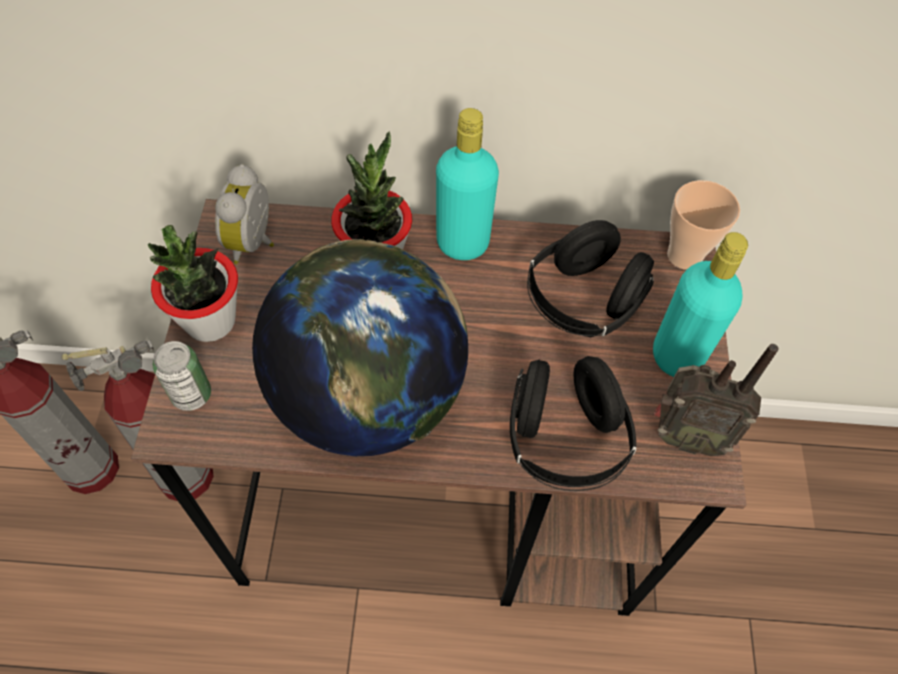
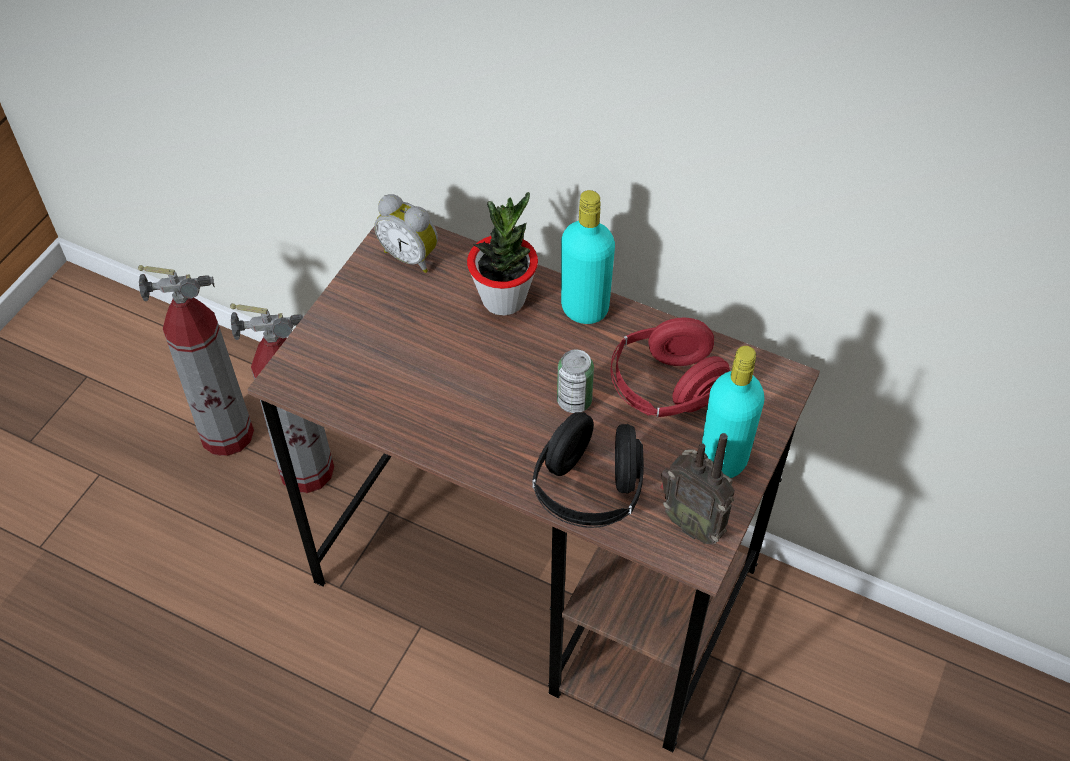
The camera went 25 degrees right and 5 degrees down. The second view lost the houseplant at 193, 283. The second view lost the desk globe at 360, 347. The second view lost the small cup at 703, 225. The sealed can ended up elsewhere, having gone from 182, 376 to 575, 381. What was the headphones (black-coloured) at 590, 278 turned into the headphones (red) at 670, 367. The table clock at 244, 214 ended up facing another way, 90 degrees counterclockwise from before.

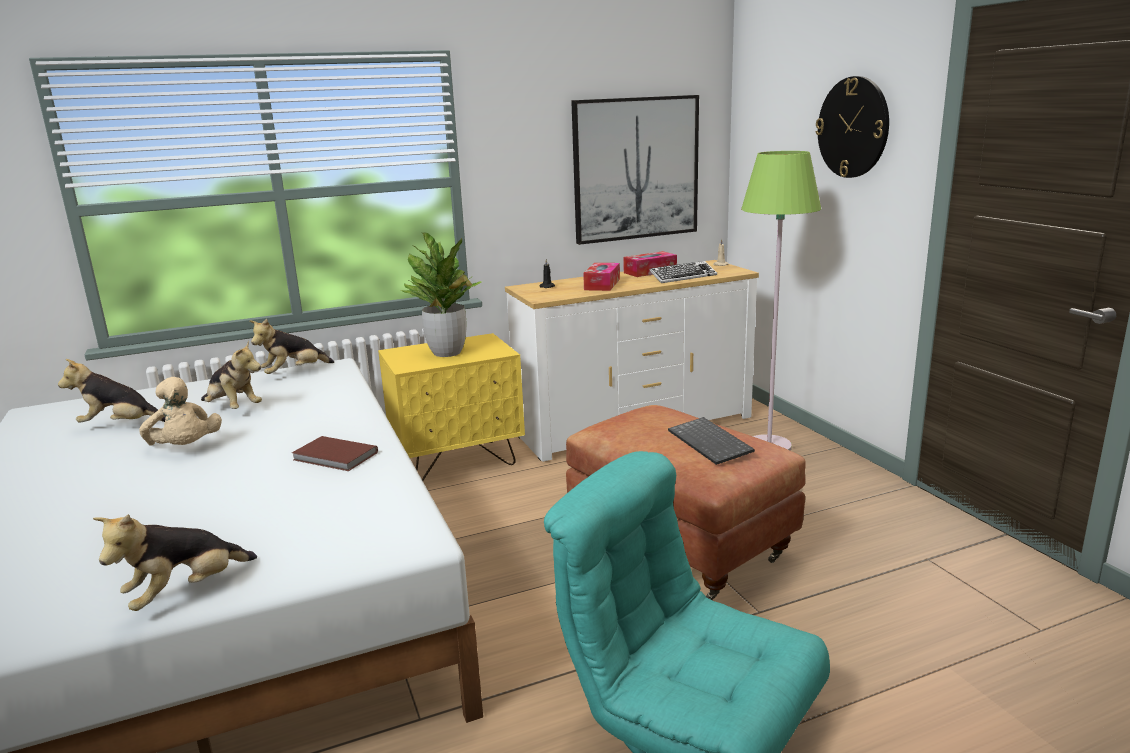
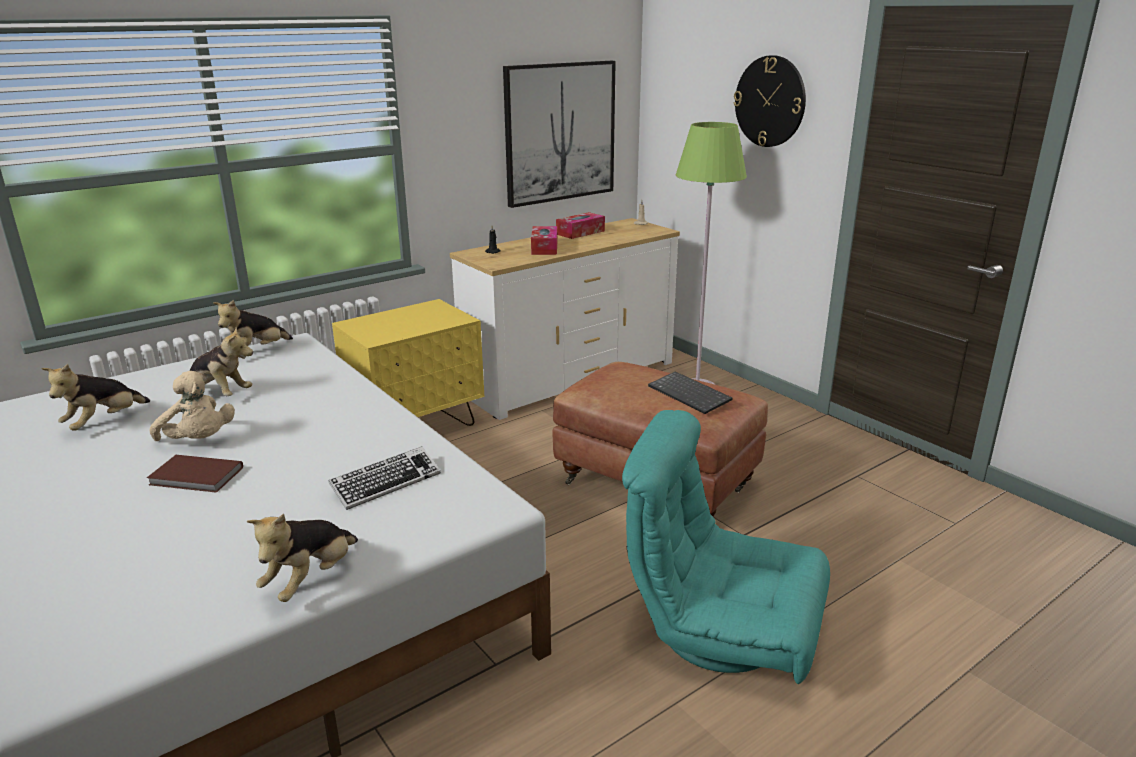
The camera went 15 degrees left and 5 degrees up. The second view lost the houseplant at 441, 295. The bound book (brown) ended up elsewhere, having gone from 335, 453 to 195, 474. The keyboard ended up elsewhere, having gone from 683, 272 to 384, 478. The soft toy at 111, 391 ended up facing another way, 45 degrees counterclockwise from before.

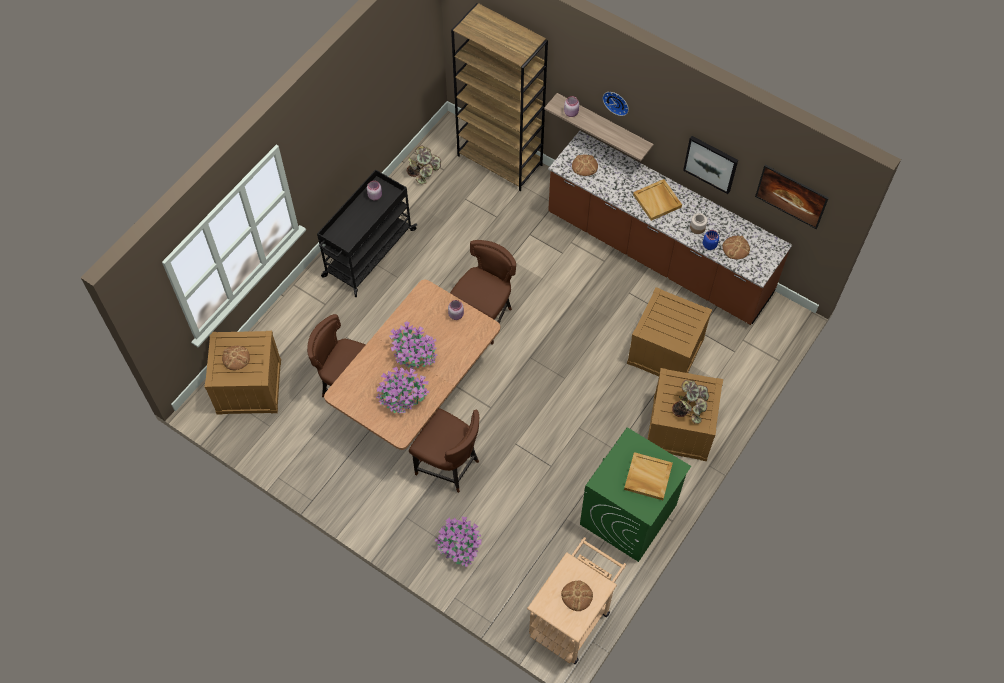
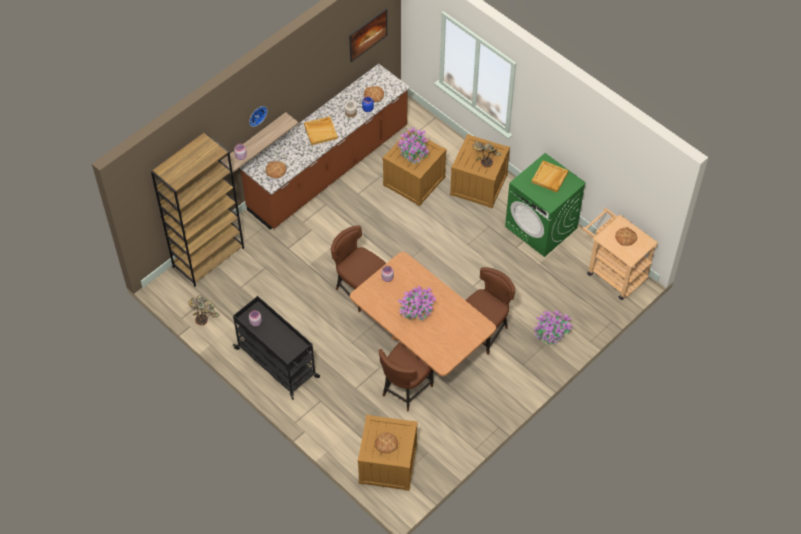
The camera went 80 degrees left and 5 degrees down. The second view lost the wall picture at 710, 165. The houseplant ended up elsewhere, having gone from 402, 390 to 414, 145.

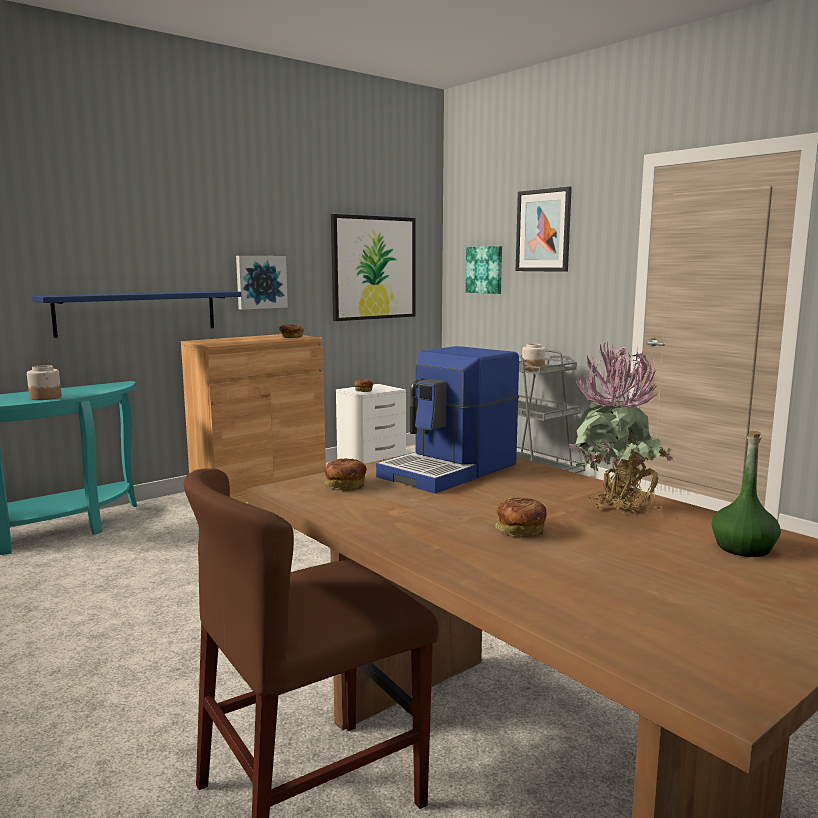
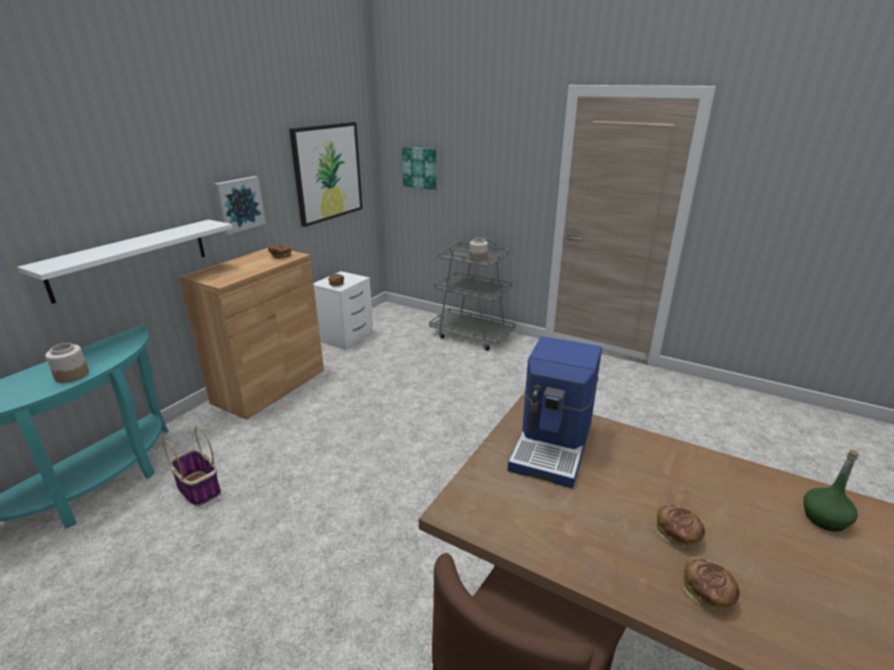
The camera went 20 degrees left and 15 degrees up. The second view lost the wall picture at 544, 229. The second view lost the houseplant at 620, 427. The second view gained the household basket at 192, 466. The bakery bread ended up elsewhere, having gone from 345, 474 to 712, 583. What was the shelf (bluish) at 136, 314 turned into the shelf (whitish) at 125, 262.

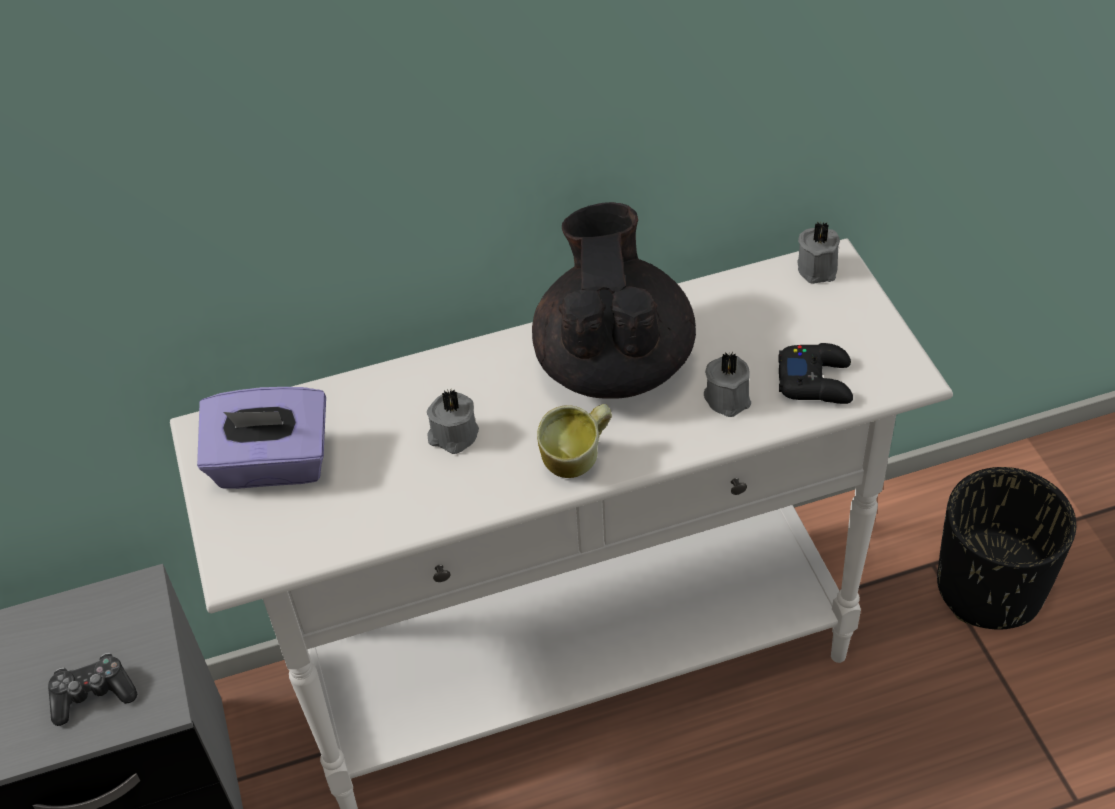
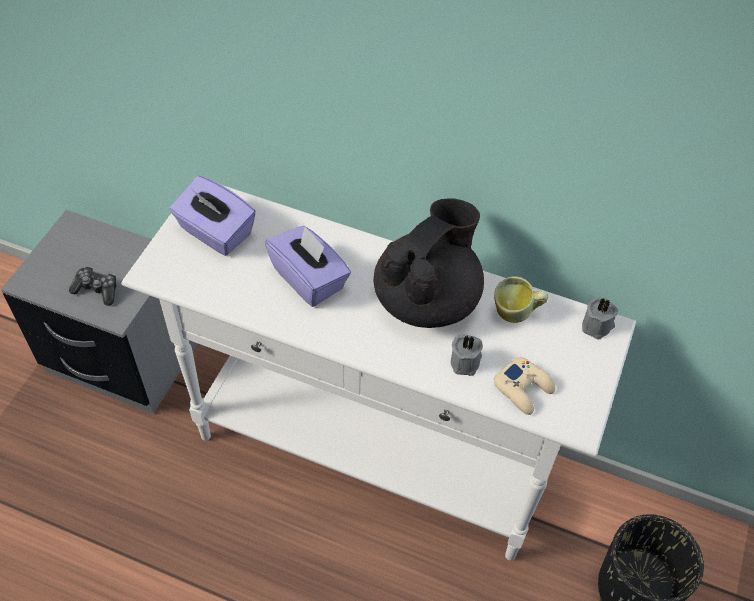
The camera went 35 degrees right and 5 degrees up. The tea mug ended up elsewhere, having gone from 574, 441 to 521, 299. Where the wax candle (greyish) stood at 453, 421, the tissue box (purple-coloured) came to stand at 308, 266. What was the game controller (black-coloured) at 816, 373 turned into the game controller (beige) at 525, 385.

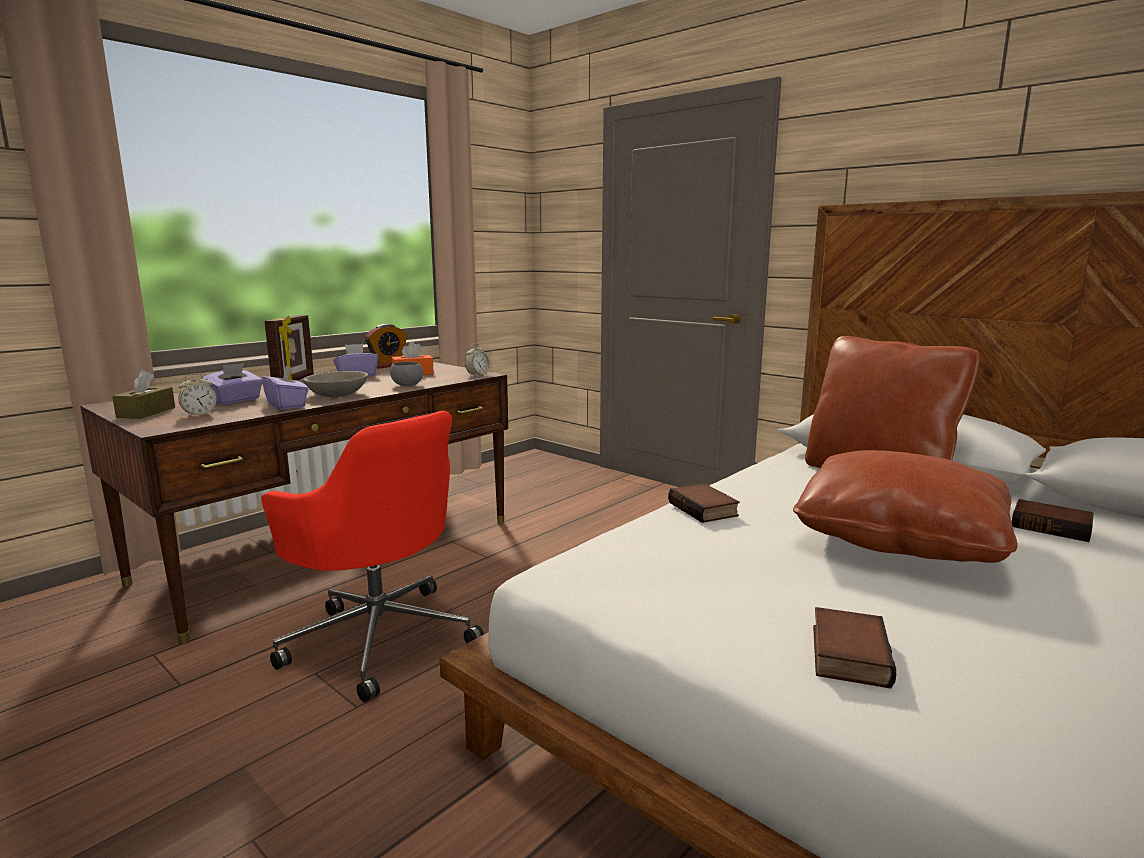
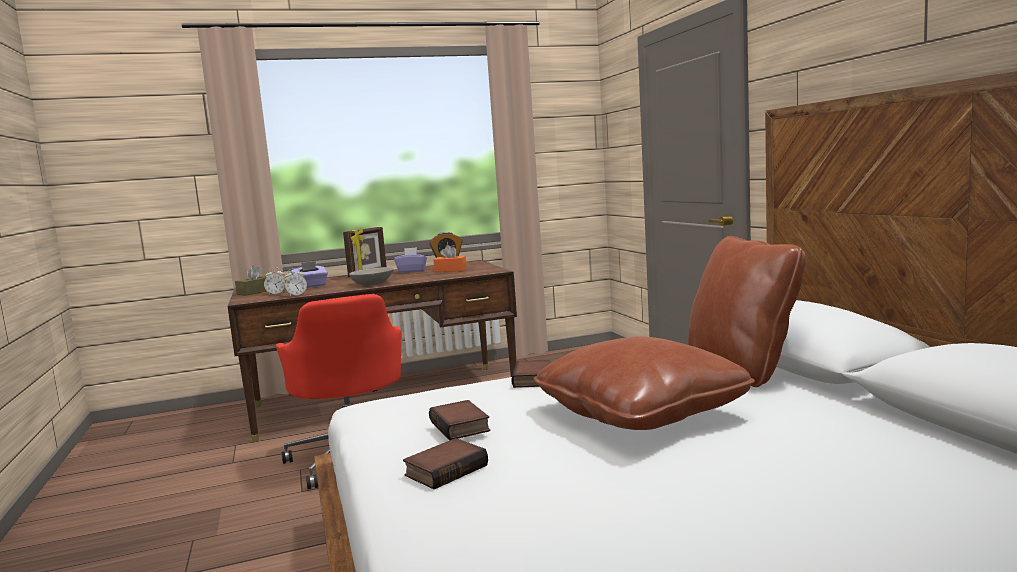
The camera went 30 degrees right and 5 degrees down. The second view lost the tissue box (purple-coloured) at 285, 387. The second view lost the serving bowl (greyish) at 406, 373. The table clock ended up elsewhere, having gone from 477, 359 to 295, 282. The bound book ended up elsewhere, having gone from 1052, 520 to 459, 420.

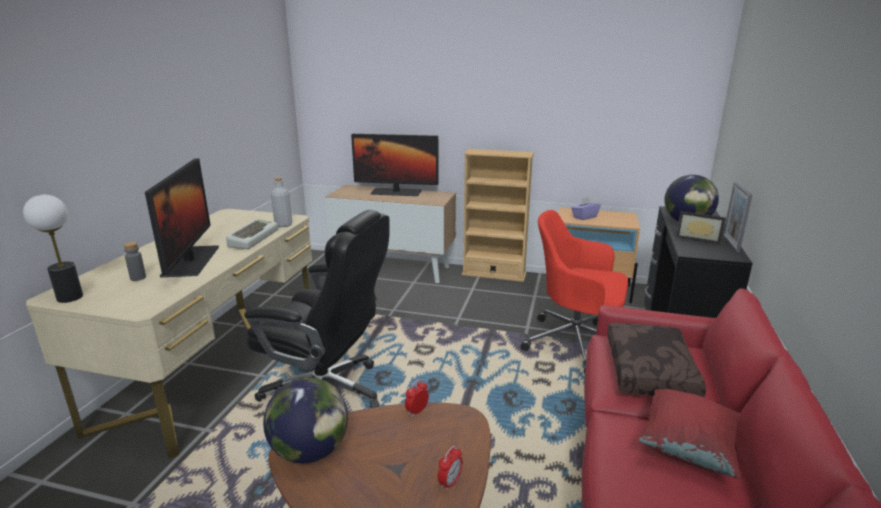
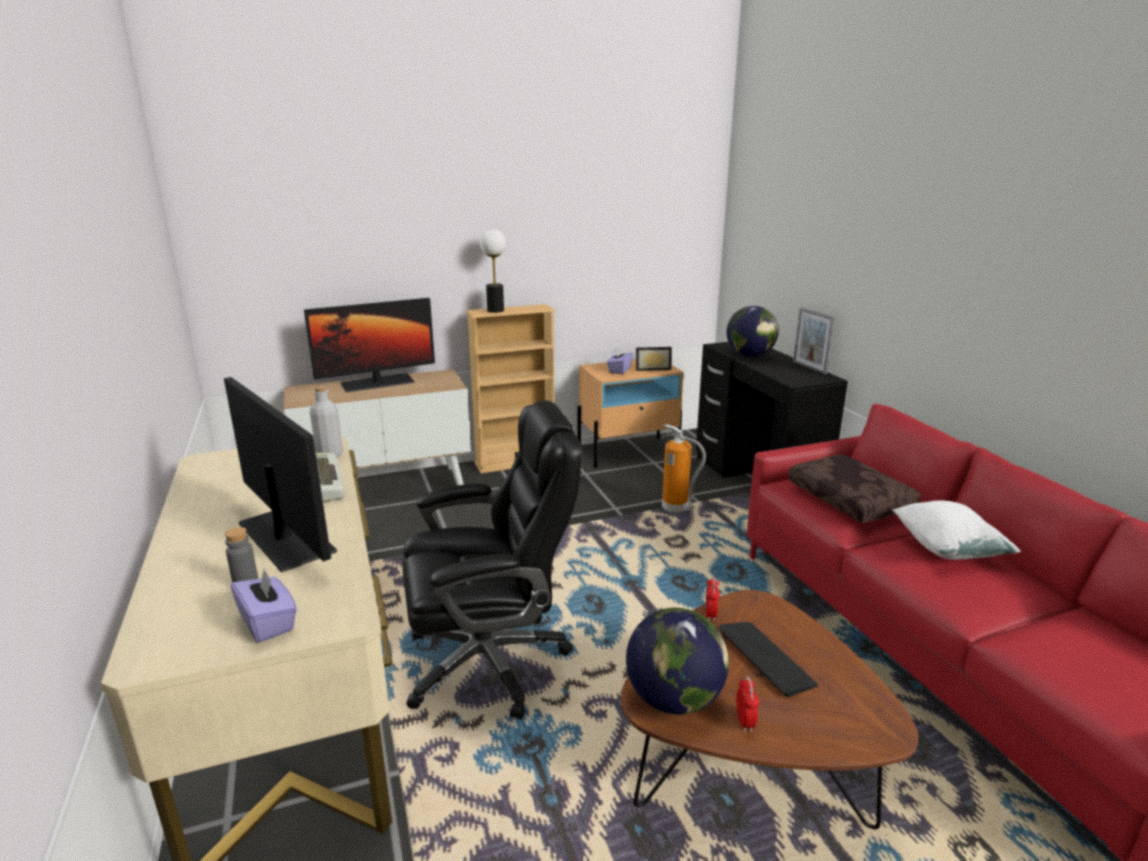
The camera went 35 degrees left and 0 degrees up. The second view gained the tissue box (purple-coloured) at 264, 606. The second view gained the keyboard at 769, 659. The tabletop lamp ended up elsewhere, having gone from 53, 249 to 493, 271. The table clock ended up elsewhere, having gone from 450, 468 to 748, 704. The picture frame ended up elsewhere, having gone from 701, 227 to 654, 359. Where the office chair (red) stood at 574, 292, the fire-fighting cylinder came to stand at 683, 468. What was the cushion (red) at 690, 434 turned into the cushion (whitish) at 956, 530.

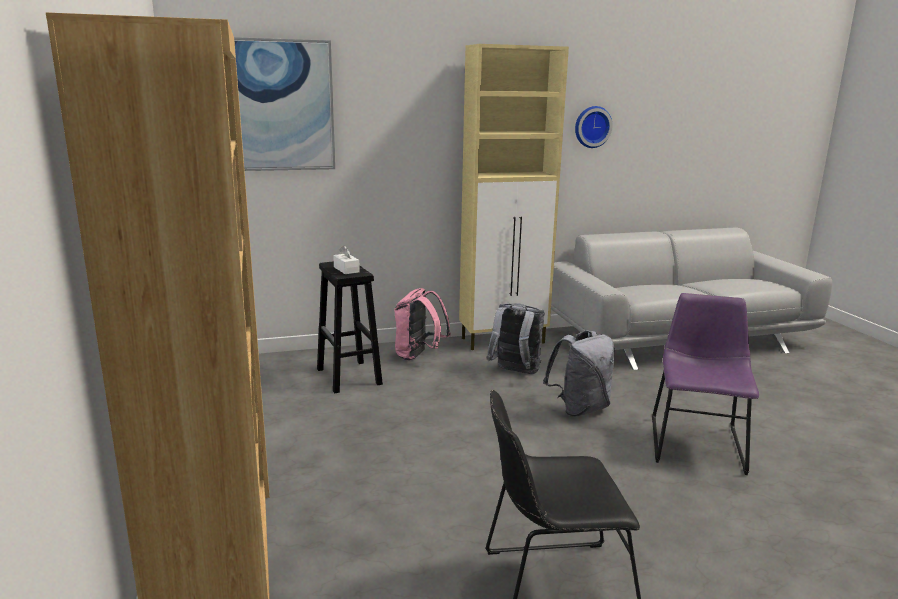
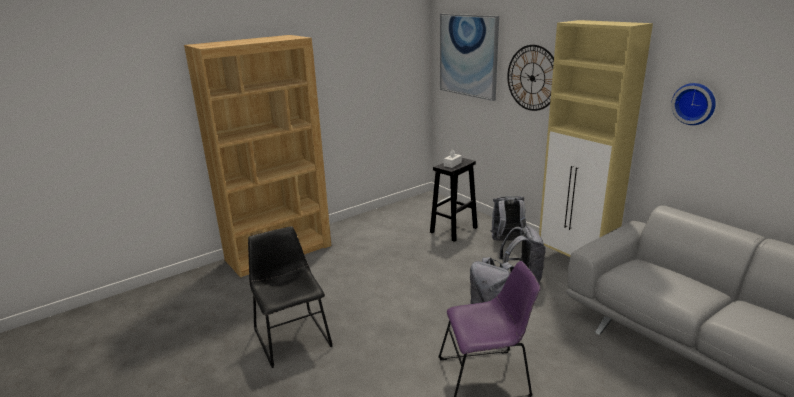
The camera went 70 degrees right and 5 degrees up. The second view gained the wall clock at 530, 78. What was the rucksack (pinkish) at 422, 324 turned into the rucksack (greyish) at 509, 218.

